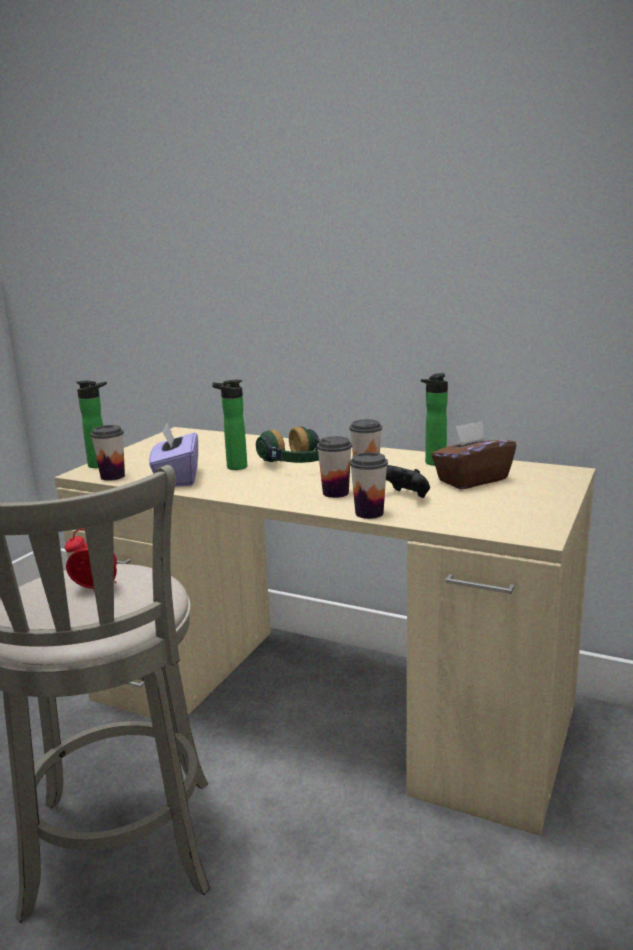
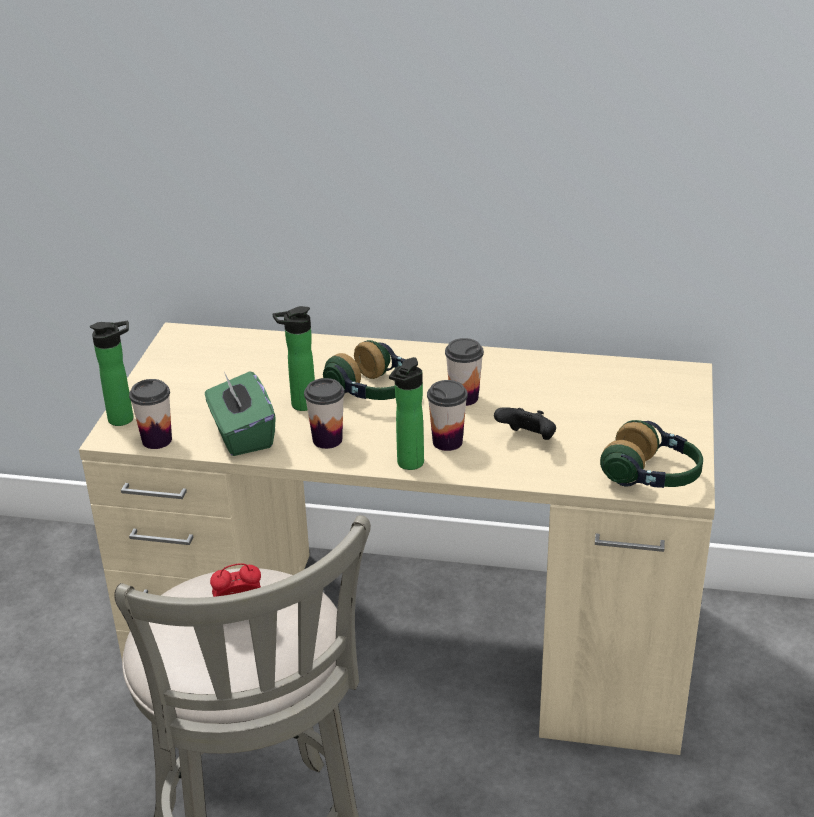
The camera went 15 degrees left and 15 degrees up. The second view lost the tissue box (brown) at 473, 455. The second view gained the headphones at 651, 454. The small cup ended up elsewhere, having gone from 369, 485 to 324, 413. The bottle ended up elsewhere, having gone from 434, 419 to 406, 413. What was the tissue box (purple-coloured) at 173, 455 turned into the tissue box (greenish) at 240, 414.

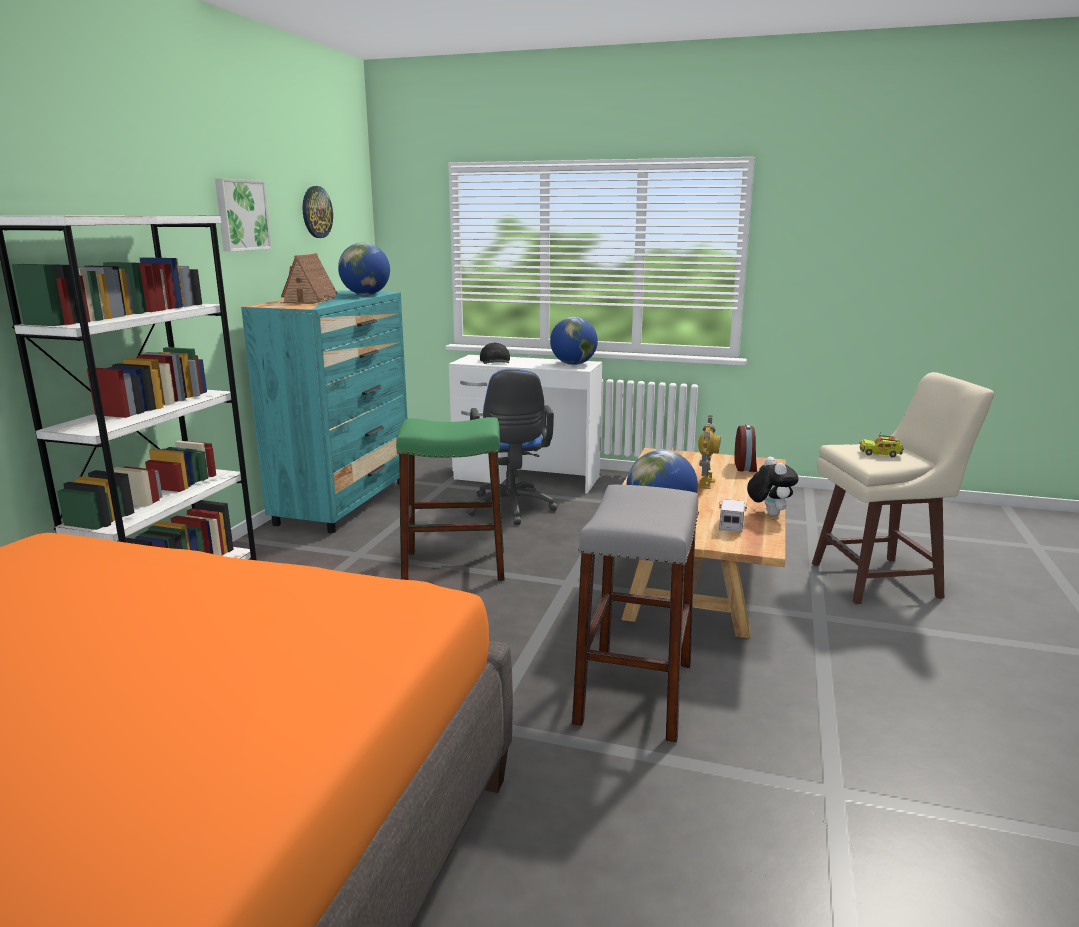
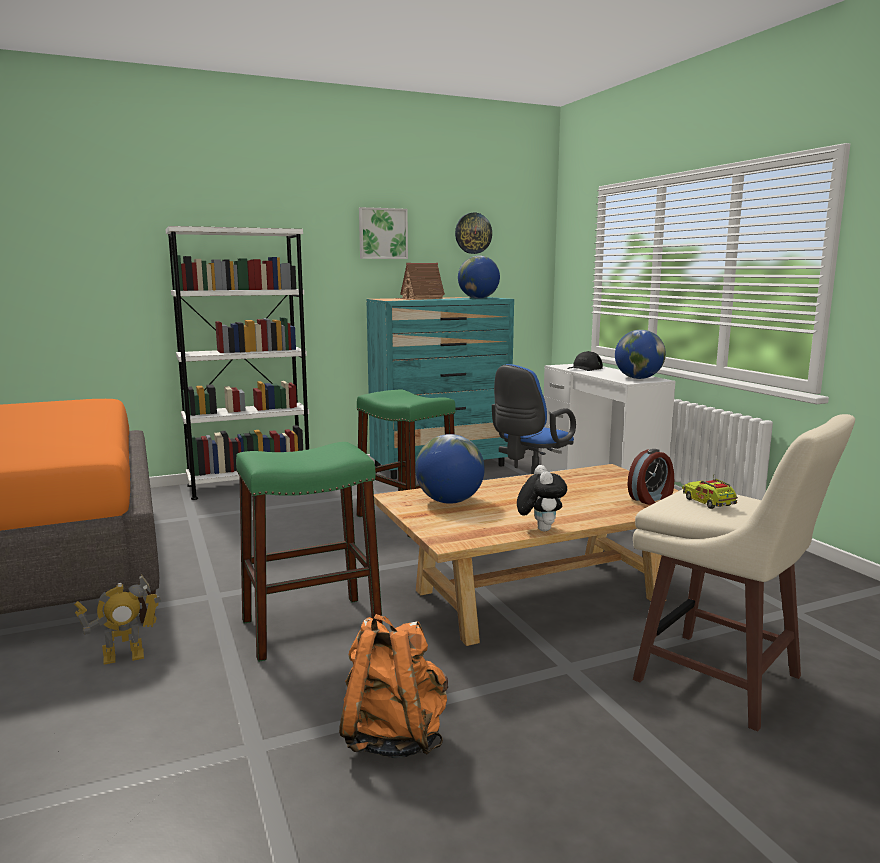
The camera went 50 degrees right and 5 degrees down. The second view lost the toy truck at 733, 516. The second view gained the rucksack (orange) at 393, 686. The robot figure ended up elsewhere, having gone from 709, 452 to 117, 619. What was the stool (greyish) at 635, 614 turned into the stool (greenish) at 309, 552. The soft toy at 773, 486 ended up facing another way, 45 degrees counterclockwise from before.

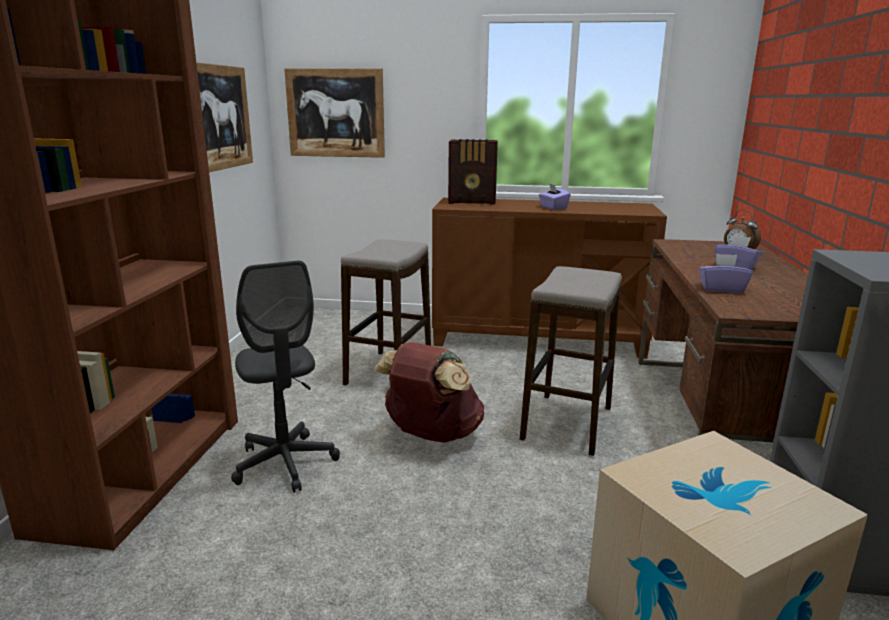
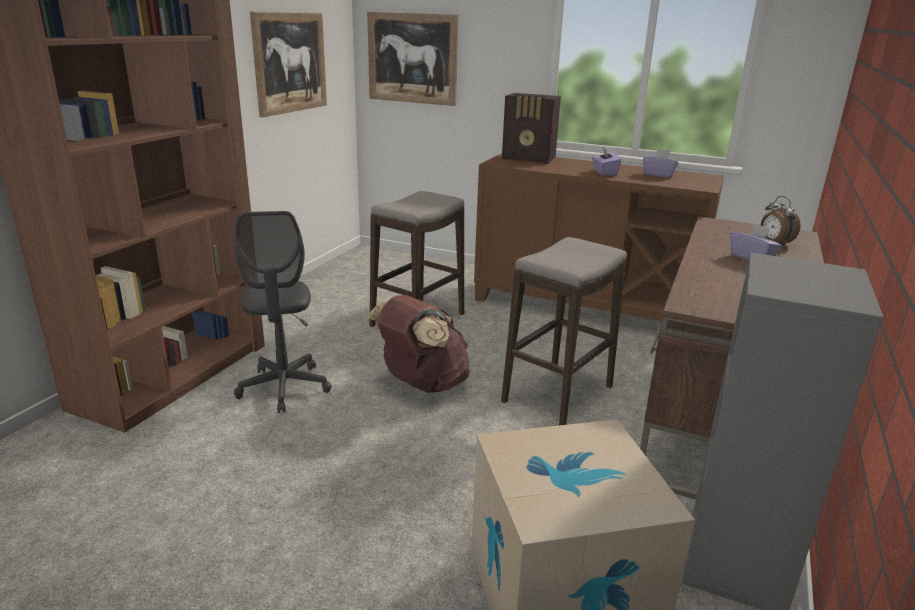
The camera went 15 degrees right and 5 degrees up. The tissue box (purple-coloured) ended up elsewhere, having gone from 726, 273 to 661, 163.

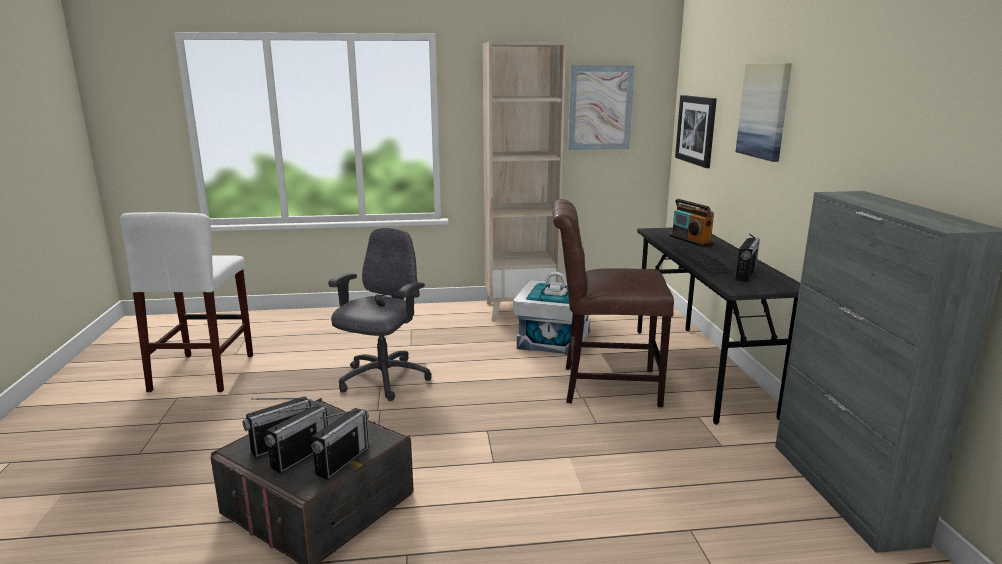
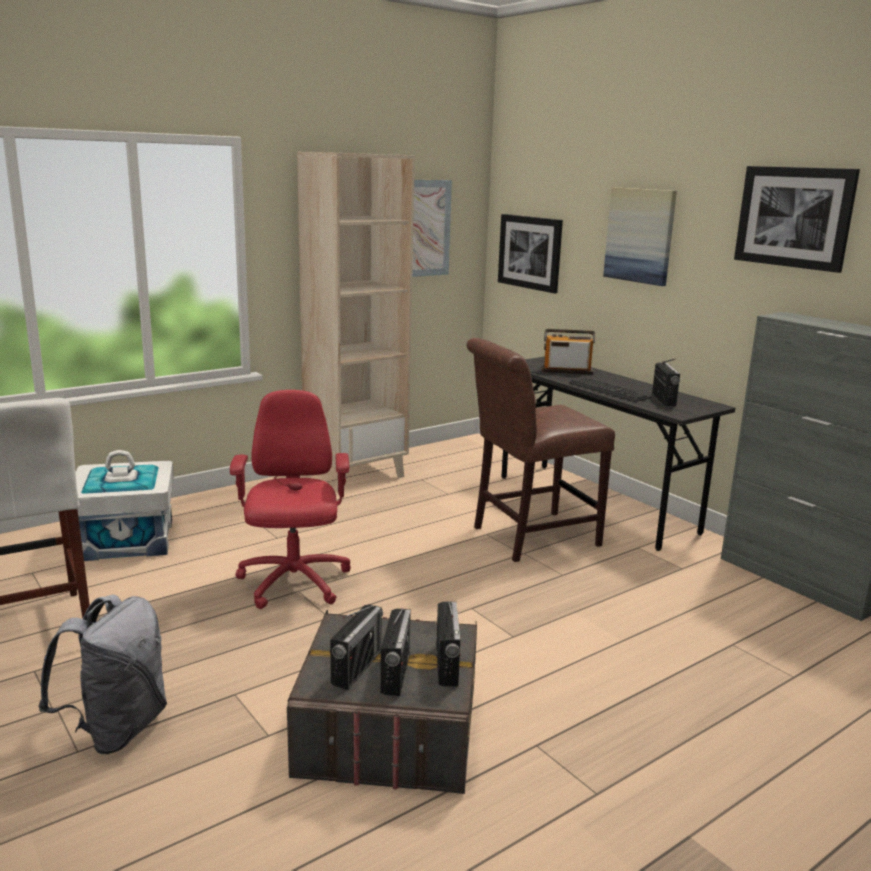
The camera went 30 degrees left and 0 degrees up. The second view gained the rucksack (greyish) at 102, 674. The second view gained the wall picture at 797, 219. The storage box (whitish) ended up elsewhere, having gone from 551, 313 to 124, 505. What was the office chair (greyish) at 380, 314 turned into the office chair (red) at 290, 499. The radio receiver at 692, 223 ended up facing another way, 150 degrees clockwise from before.

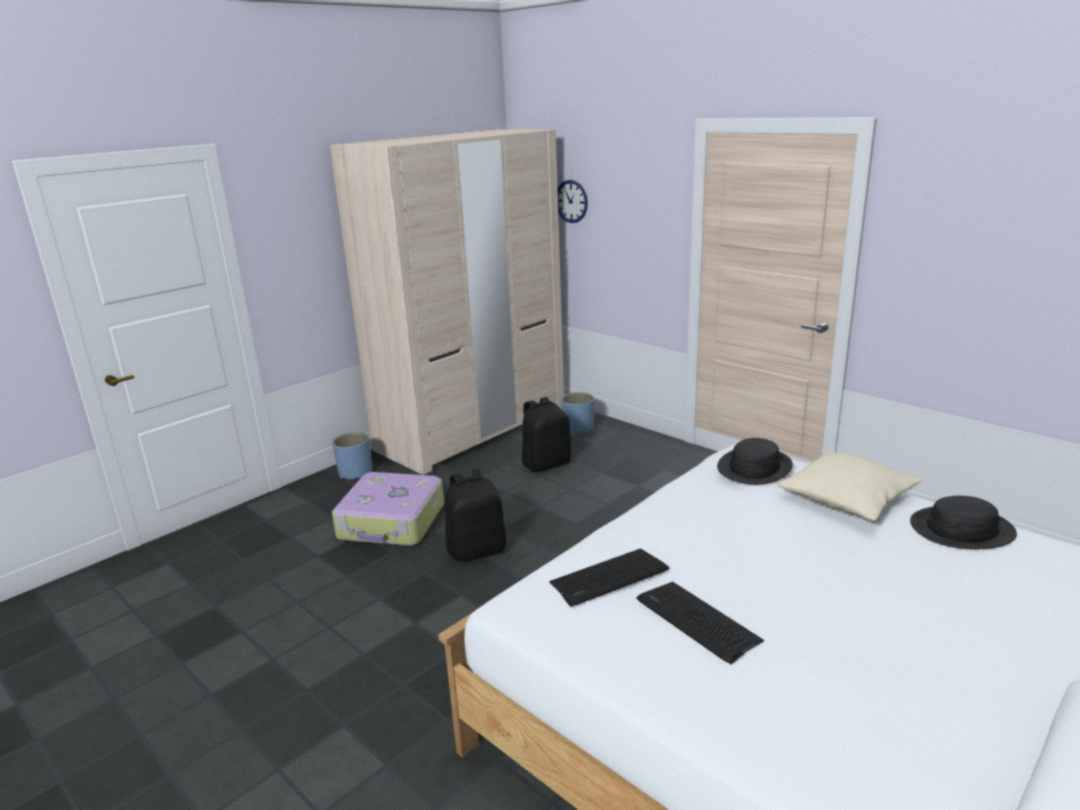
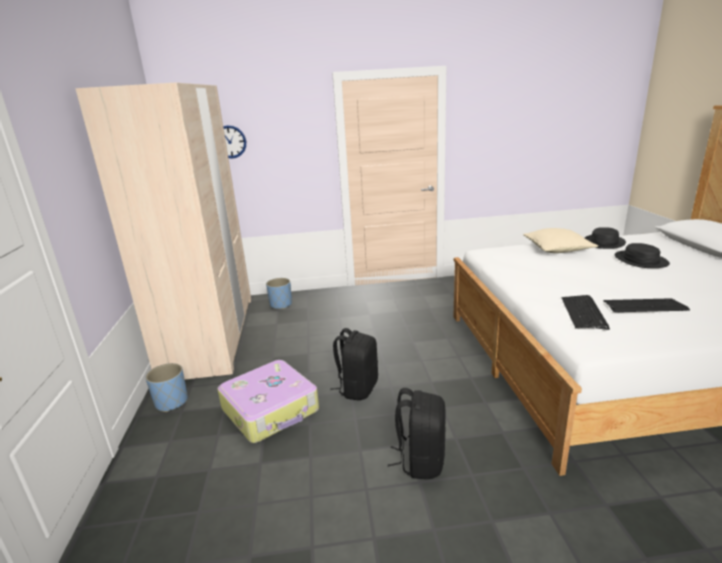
The camera went 50 degrees left and 0 degrees up. The rucksack (black-coloured) ended up elsewhere, having gone from 546, 434 to 417, 433. The wearable hat (black-coloured) ended up elsewhere, having gone from 755, 461 to 642, 255.

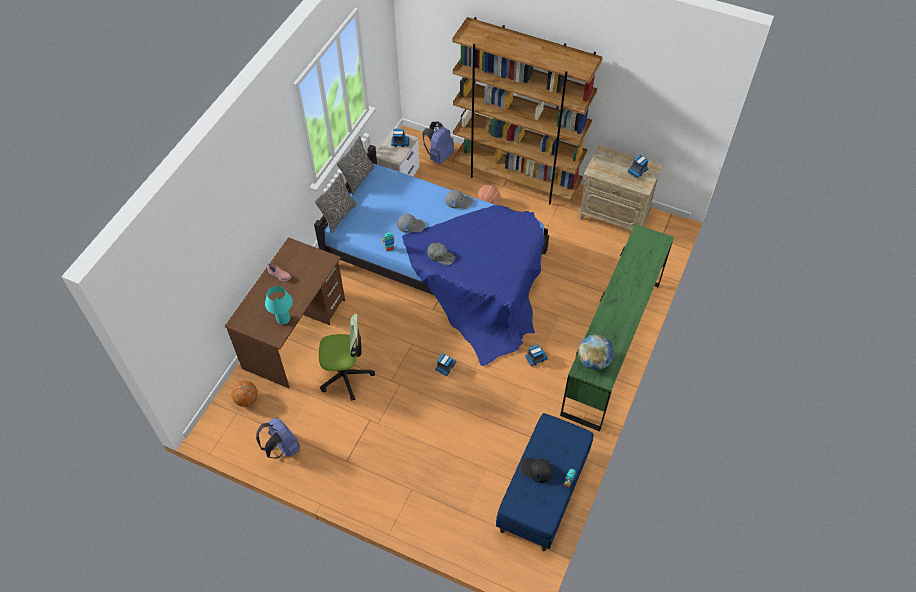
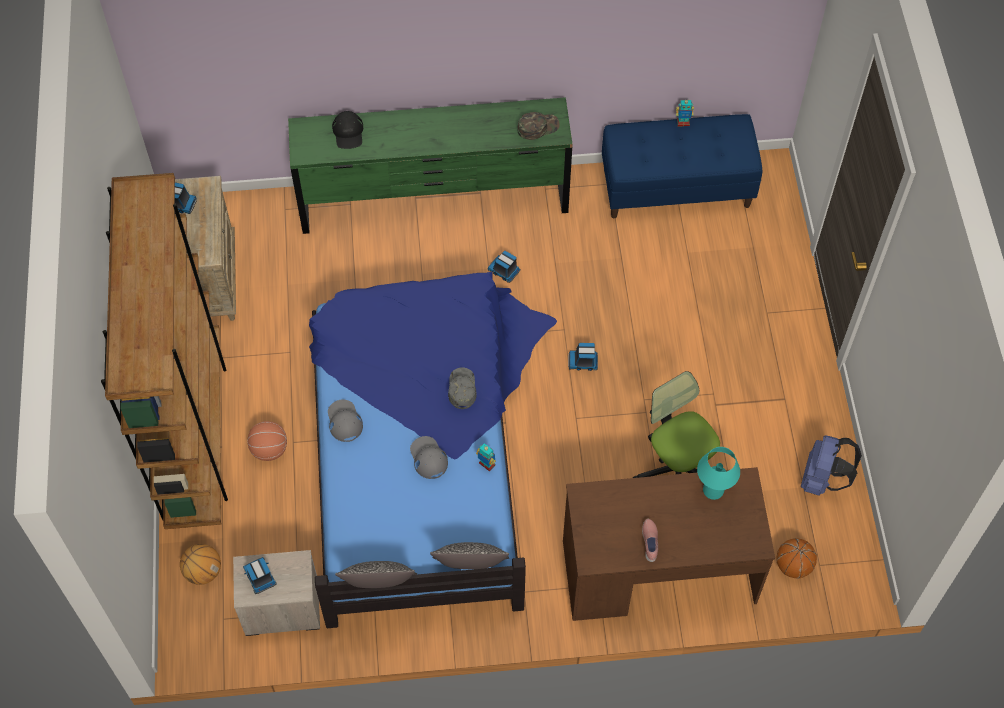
The camera went 120 degrees left and 5 degrees up. The peaked cap (black-coloured) ended up elsewhere, having gone from 537, 470 to 347, 130. Where the rucksack (bluish) stood at 438, 143, the ball for basketball came to stand at 200, 564. Where the desk globe stood at 596, 352, the peaked cap (greenish) came to stand at 538, 126.

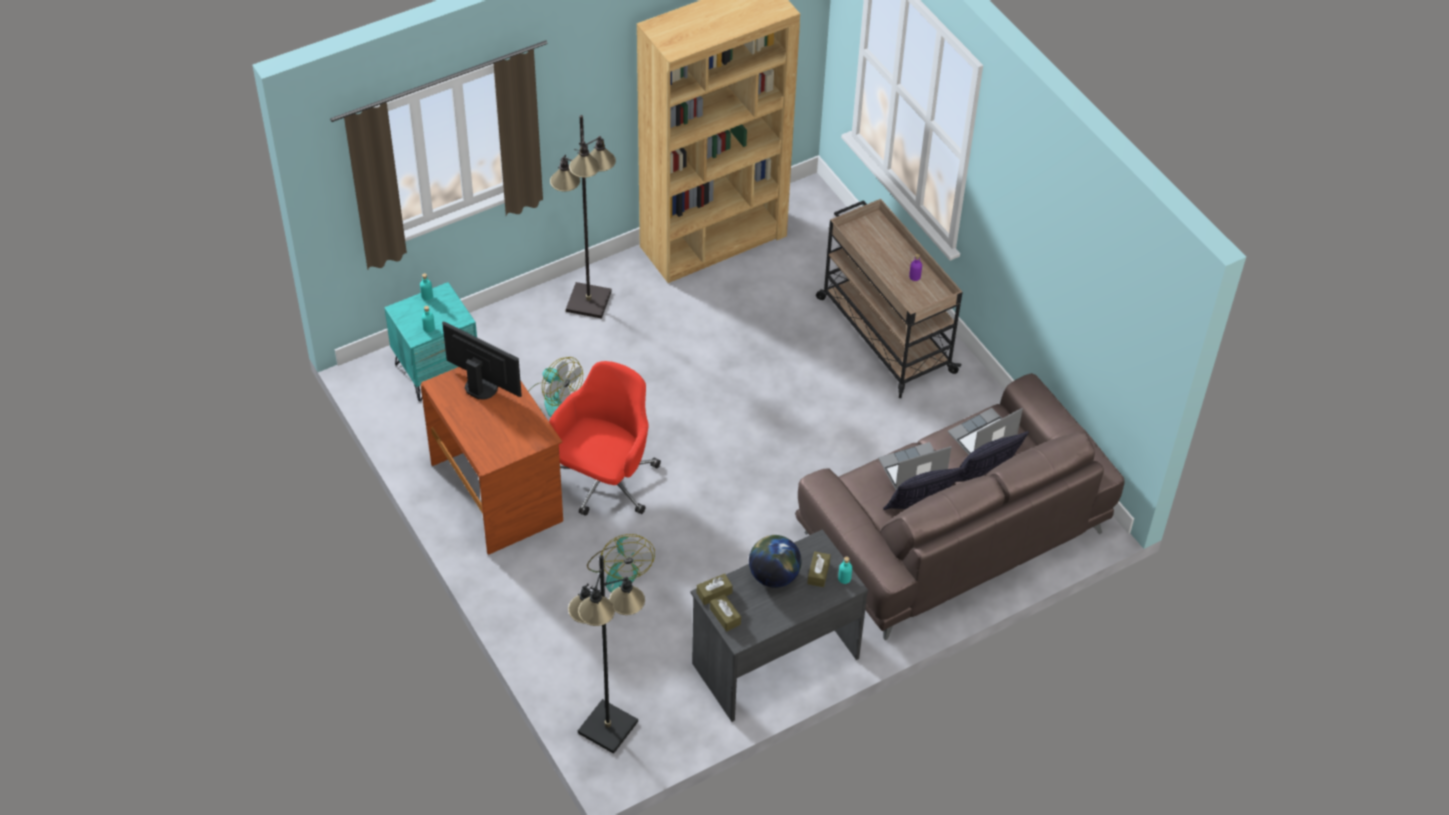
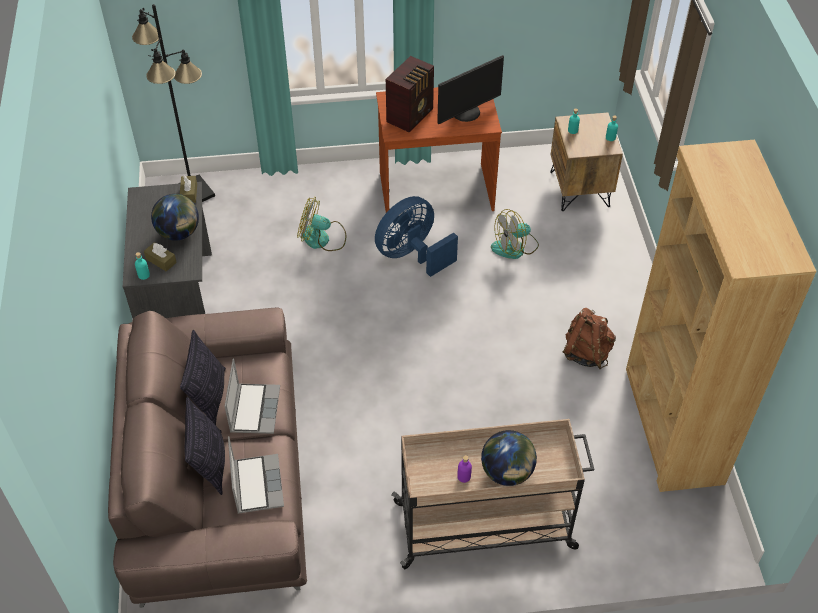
The camera went 115 degrees right and 0 degrees up. The second view lost the standing lamp (black-coloured) at 583, 217. The second view lost the tissue box (brown) at 725, 613. The second view gained the radio receiver at 410, 94. The second view gained the desk globe at 509, 458. The second view gained the rucksack (brown) at 589, 338. Where the office chair (red) stood at 605, 438, the fan (bluish) came to stand at 416, 236. What was the bedside table (blue-green) at 430, 342 turned into the bedside table (brown) at 586, 161.

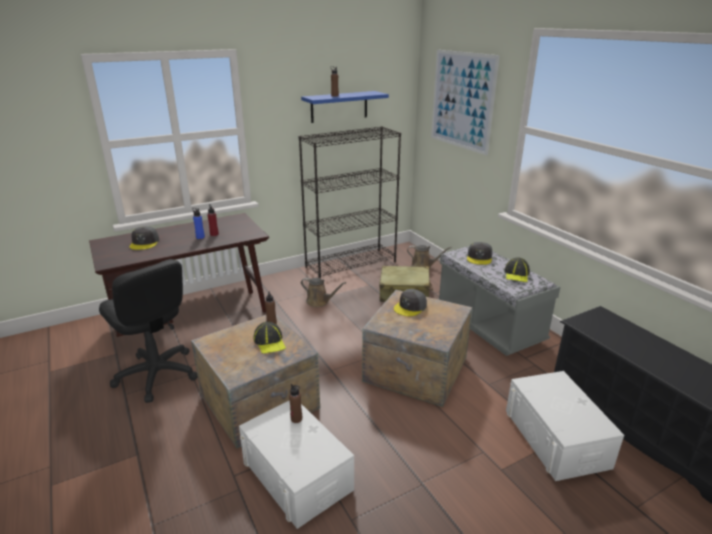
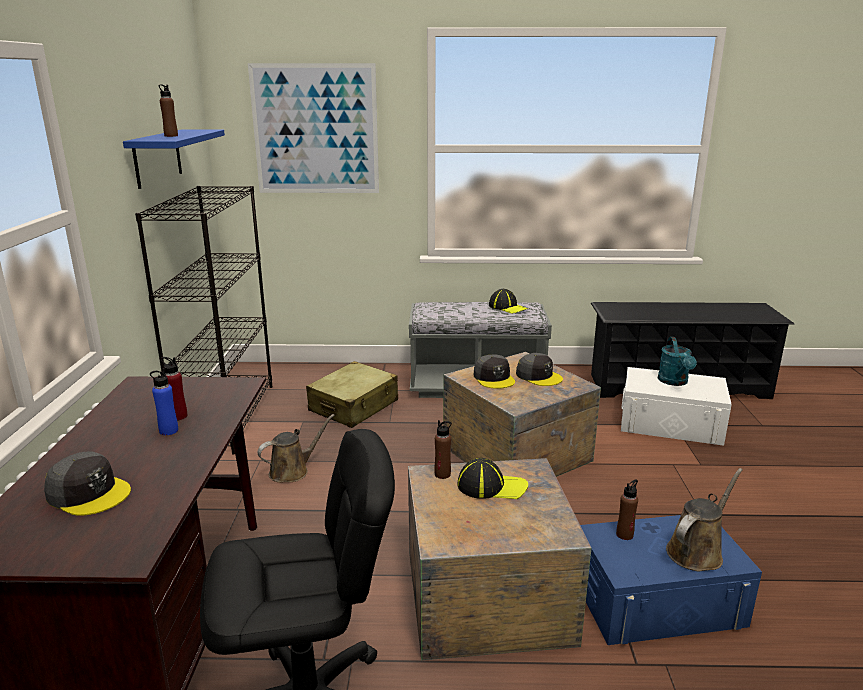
The camera went 60 degrees left and 5 degrees down. The second view gained the sprinkling can (blue-green) at 677, 361. The sprinkling can (brown) ended up elsewhere, having gone from 429, 257 to 704, 519. The peaked cap (greyish) ended up elsewhere, having gone from 480, 253 to 539, 369. What was the storage box (whitish) at 296, 465 turned into the storage box (bluish) at 671, 580.

